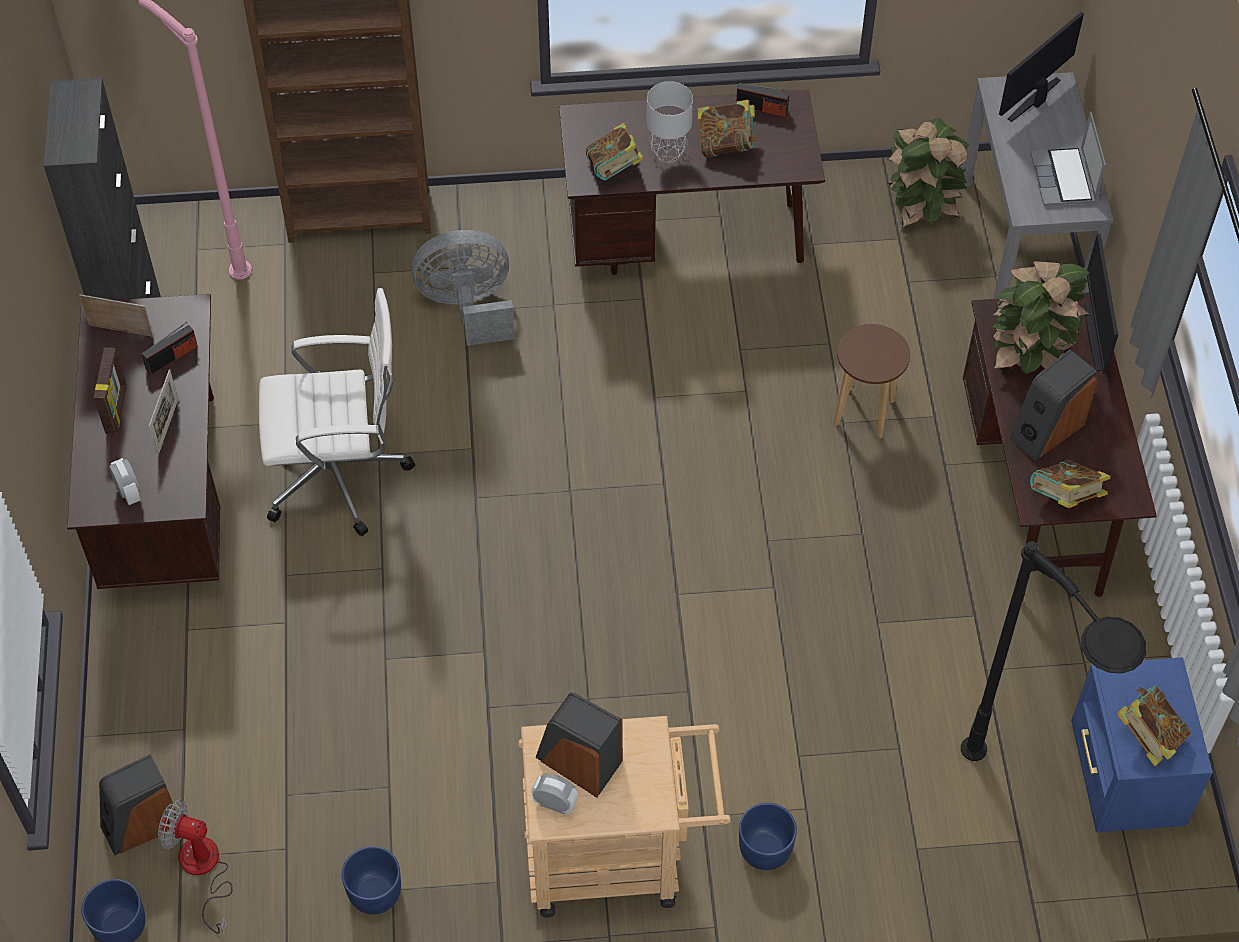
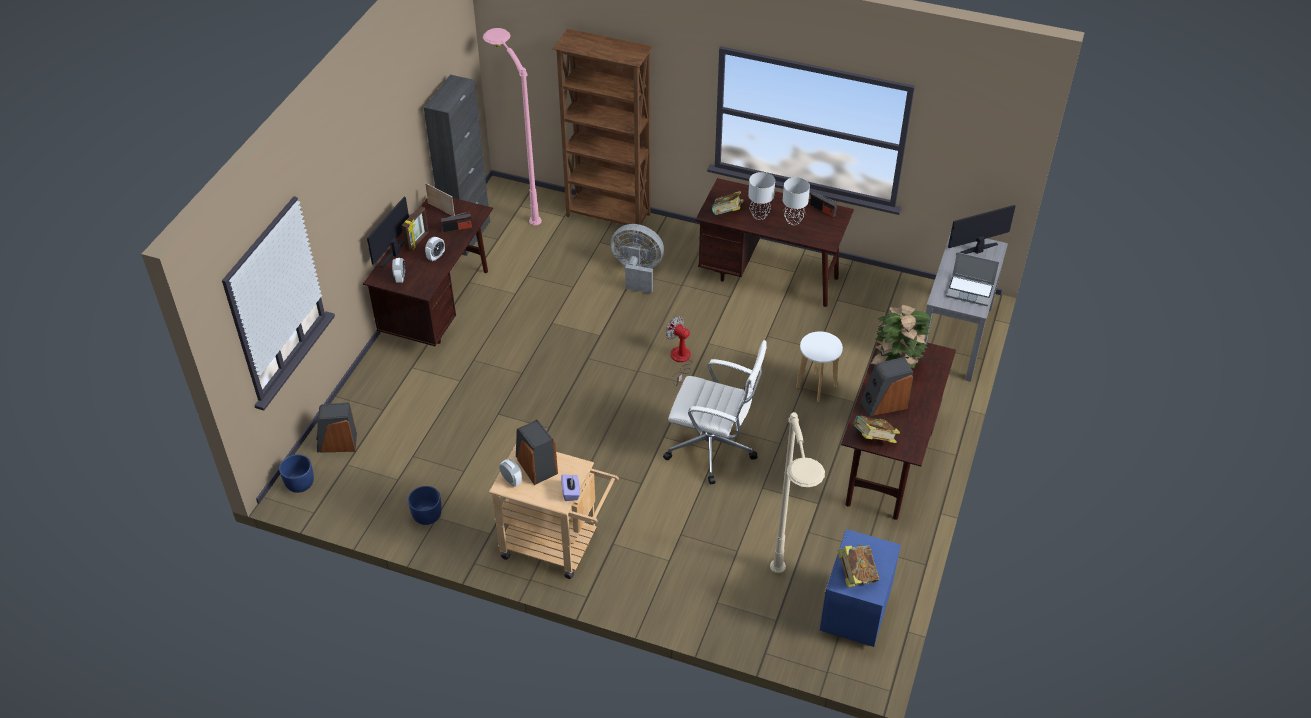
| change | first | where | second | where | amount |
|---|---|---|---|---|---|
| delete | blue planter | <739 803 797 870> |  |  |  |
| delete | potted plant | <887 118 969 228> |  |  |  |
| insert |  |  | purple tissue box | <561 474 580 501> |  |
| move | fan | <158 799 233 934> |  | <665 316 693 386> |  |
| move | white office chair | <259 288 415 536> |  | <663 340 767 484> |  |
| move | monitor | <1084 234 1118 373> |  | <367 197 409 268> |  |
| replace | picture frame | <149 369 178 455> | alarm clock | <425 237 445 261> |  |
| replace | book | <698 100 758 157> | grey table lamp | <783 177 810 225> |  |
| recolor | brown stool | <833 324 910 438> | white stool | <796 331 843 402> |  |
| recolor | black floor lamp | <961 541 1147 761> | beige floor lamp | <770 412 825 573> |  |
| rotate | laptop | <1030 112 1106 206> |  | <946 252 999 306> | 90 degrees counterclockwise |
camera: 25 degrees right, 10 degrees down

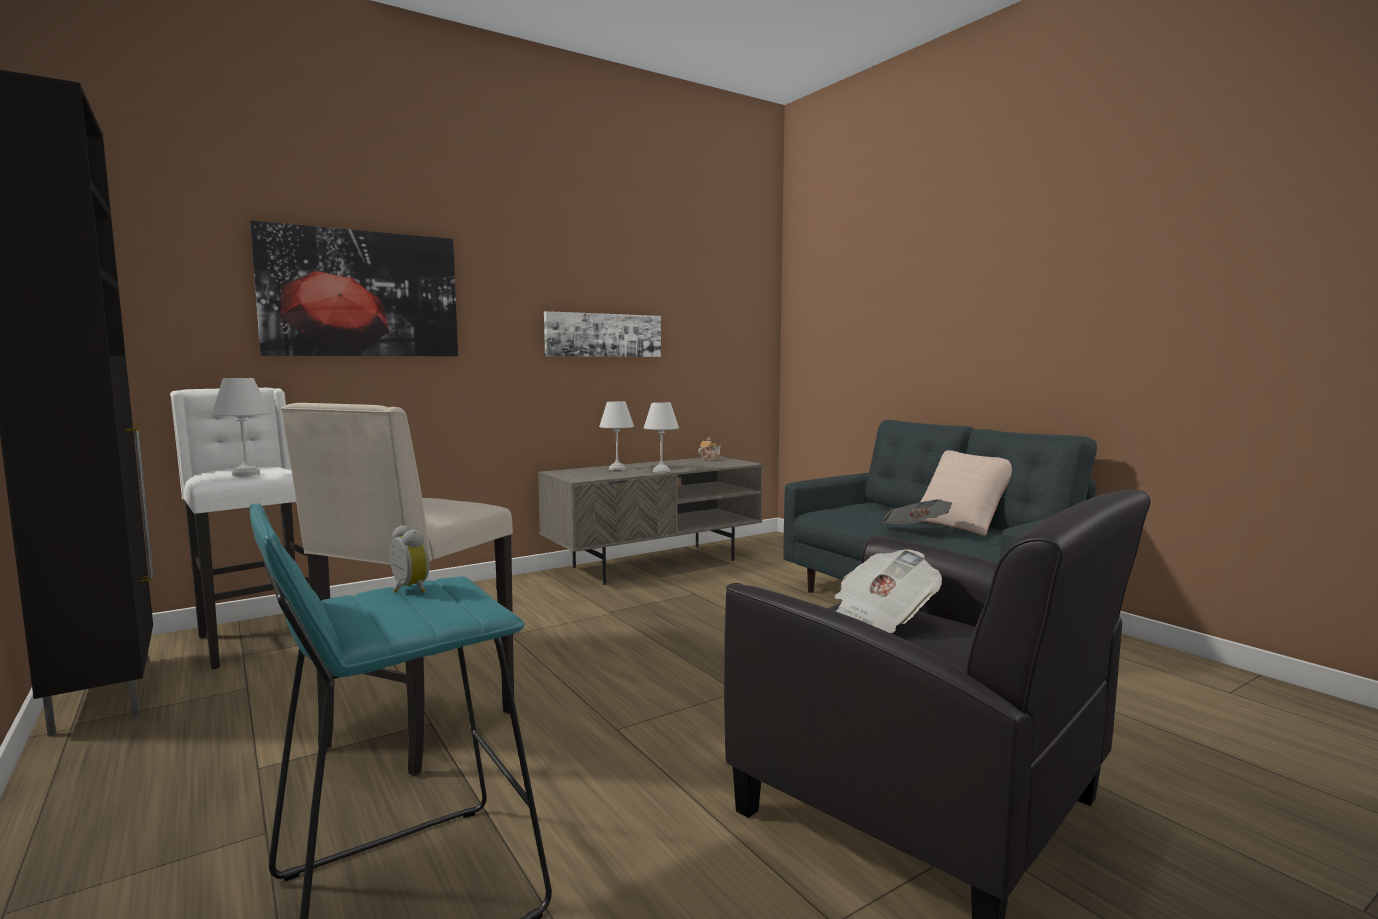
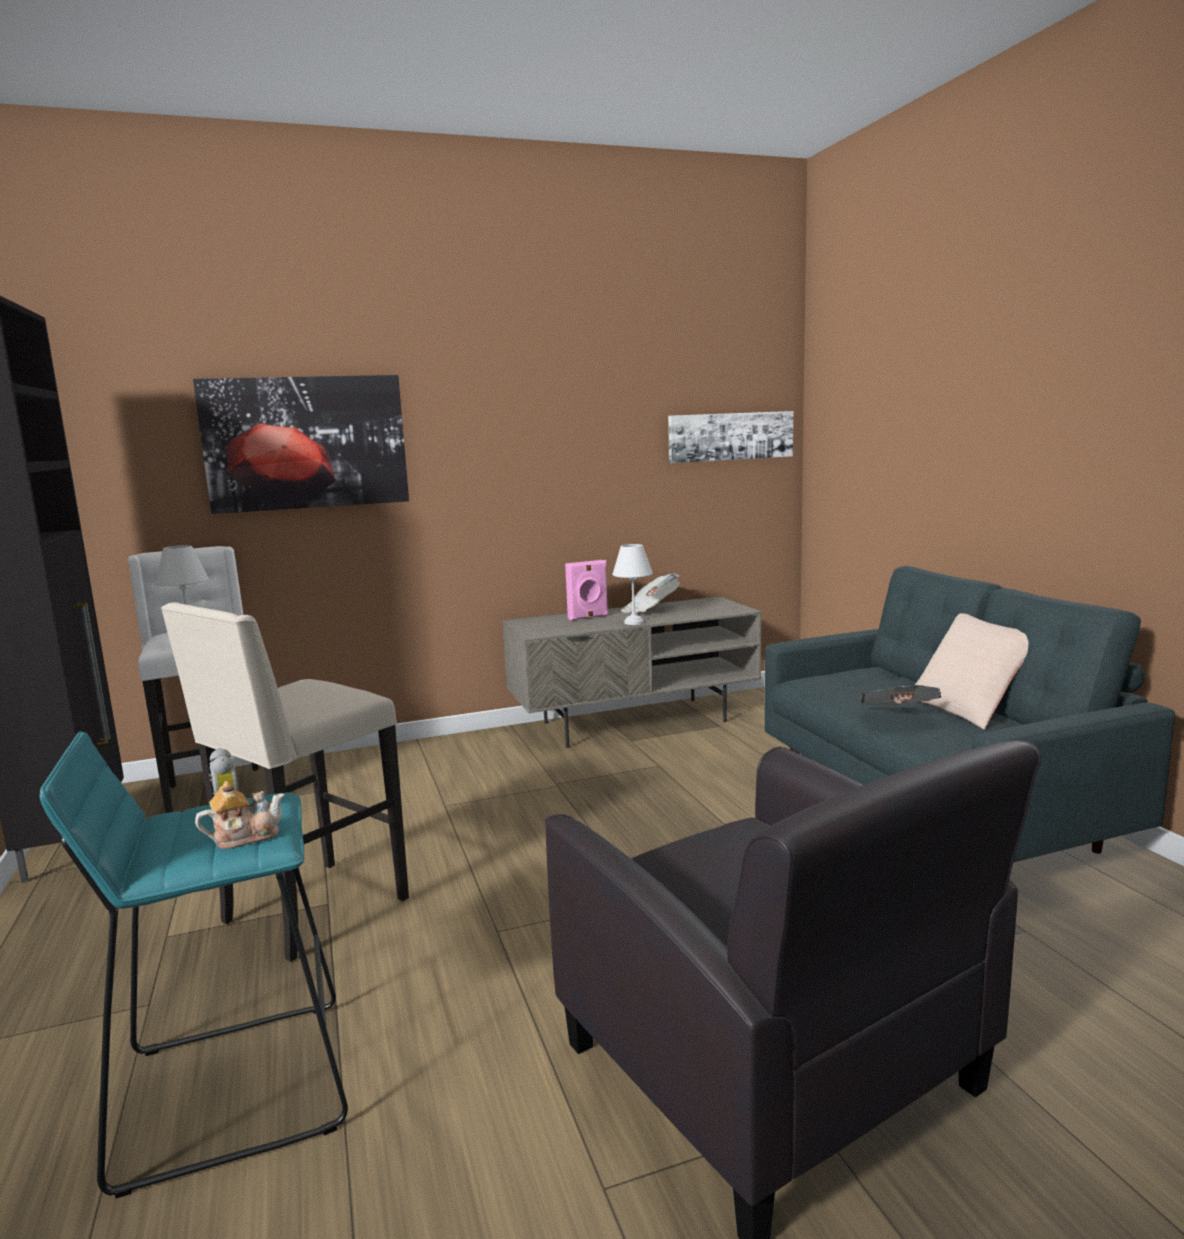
| change | first | where | second | where | amount |
|---|---|---|---|---|---|
| move | picture | <544 311 661 357> |  | <668 411 793 463> |  |
| move | teapot | <698 437 721 461> |  | <195 781 285 849> |  |
| move | newspaper | <834 549 942 633> |  | <621 574 680 613> |  |
| replace | white table lamp | <599 401 634 470> | pink speaker | <565 560 608 621> |  |
camera: 15 degrees right, 5 degrees up

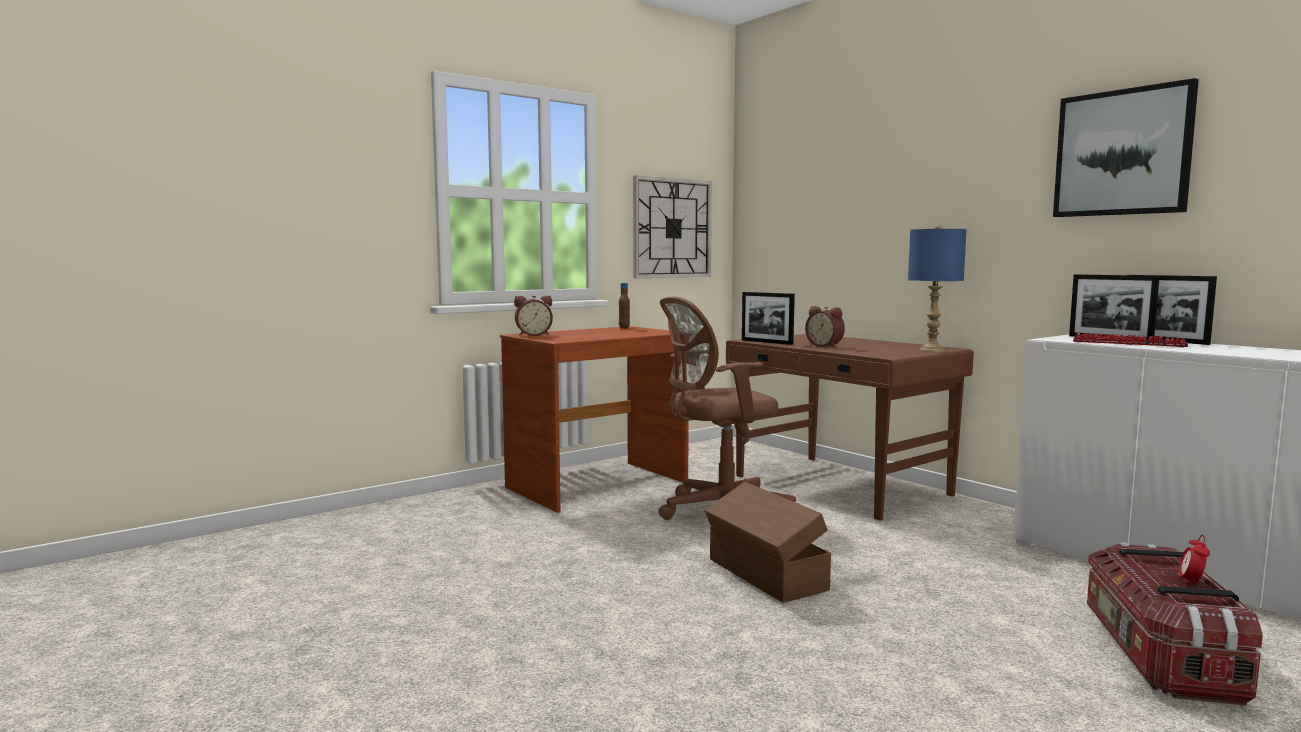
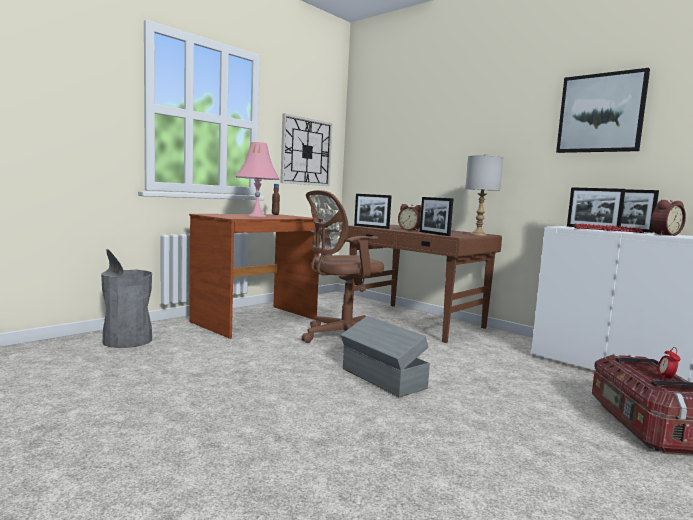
| change | first | where | second | where | amount |
|---|---|---|---|---|---|
| insert |  |  | grey trash can | <101 249 152 348> |  |
| insert |  |  | pink table lamp | <235 142 280 217> |  |
| insert |  |  | picture frame | <420 197 453 236> |  |
| move | alarm clock | <514 295 553 336> |  | <651 200 686 236> |  |
| recolor | brown storage box | <704 482 831 603> | grey storage box | <341 316 430 397> |  |
| recolor | blue table lamp | <908 225 967 352> | grey table lamp | <465 154 503 236> |  |
camera: 10 degrees left, 0 degrees up

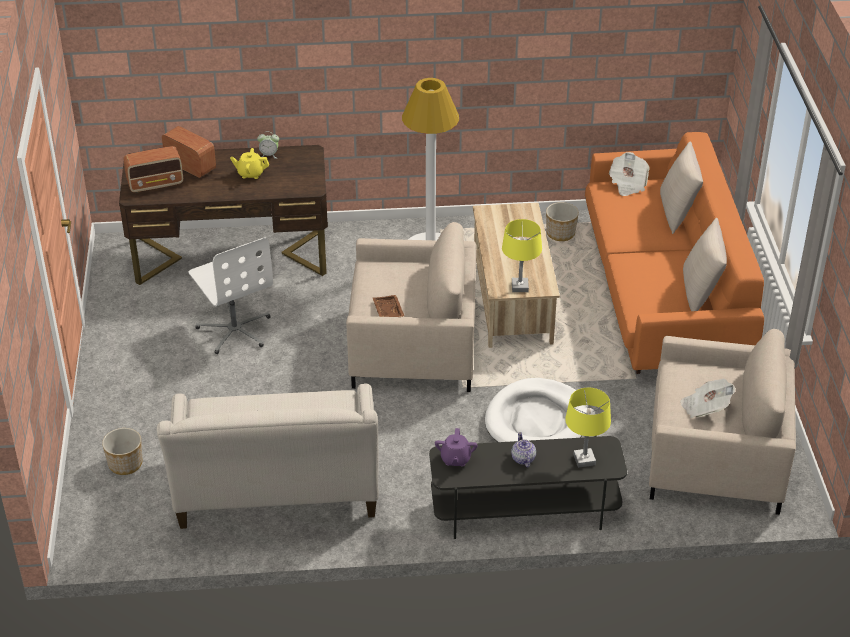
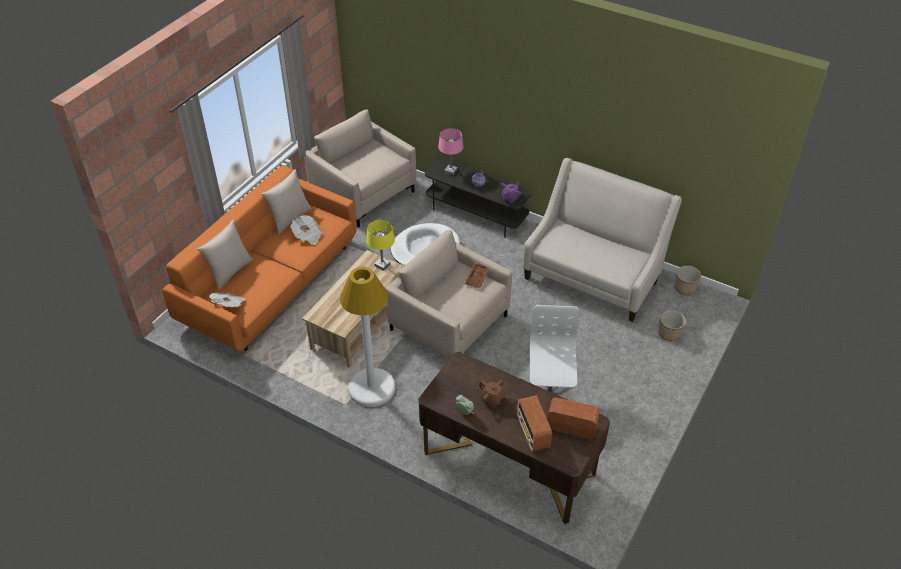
| change | first | where | second | where | amount |
|---|---|---|---|---|---|
| move | planter | <546 202 579 241> |  | <675 266 701 295> |  |
| move | newspaper | <680 379 736 418> |  | <290 215 323 245> |  |
| recolor | yellow teapot | <230 148 269 179> | brown teapot | <479 380 508 407> |  |
| recolor | yellow table lamp | <565 388 611 468> | pink table lamp | <438 128 463 176> |  |
camera: 145 degrees left, 5 degrees up

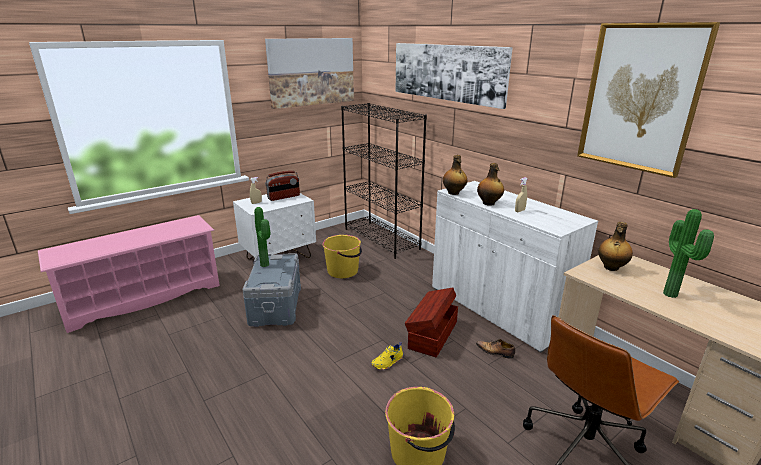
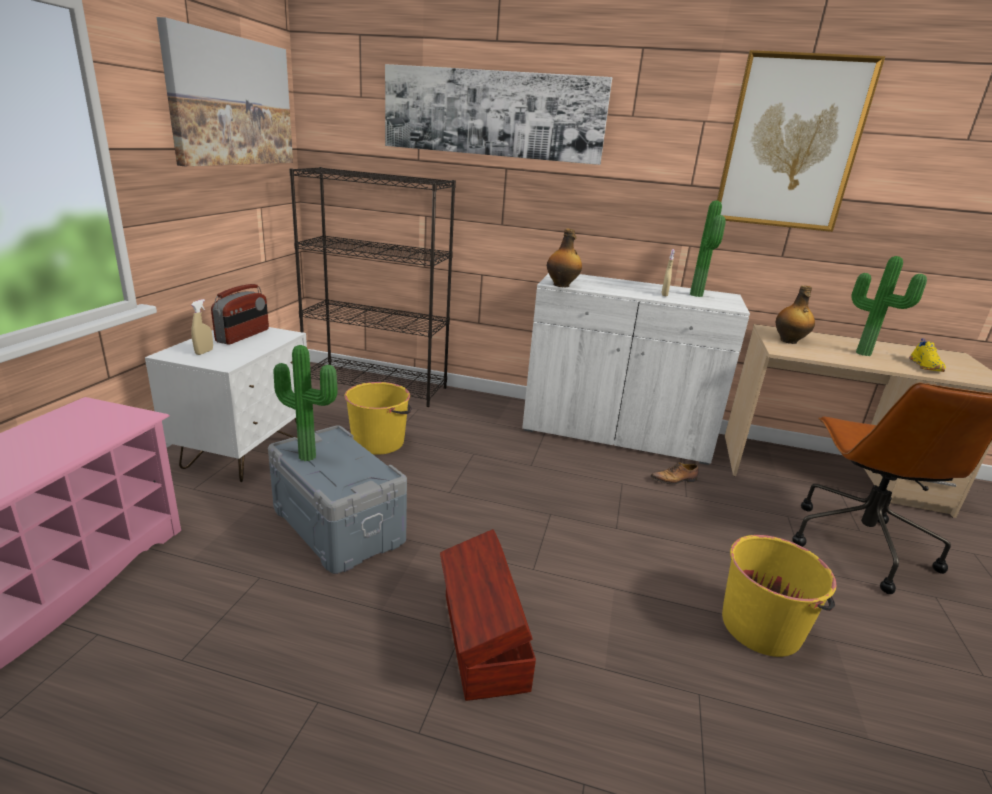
| change | first | where | second | where | amount |
|---|---|---|---|---|---|
| delete | bottle | <477 163 504 206> |  |  |  |
| insert |  |  | potted plant | <690 200 726 297> |  |
| move | yellow shoe | <371 342 403 370> |  | <909 338 946 372> |  |
| move | brown storage box | <405 288 458 358> |  | <440 529 536 701> |  |
camera: 40 degrees left, 0 degrees up

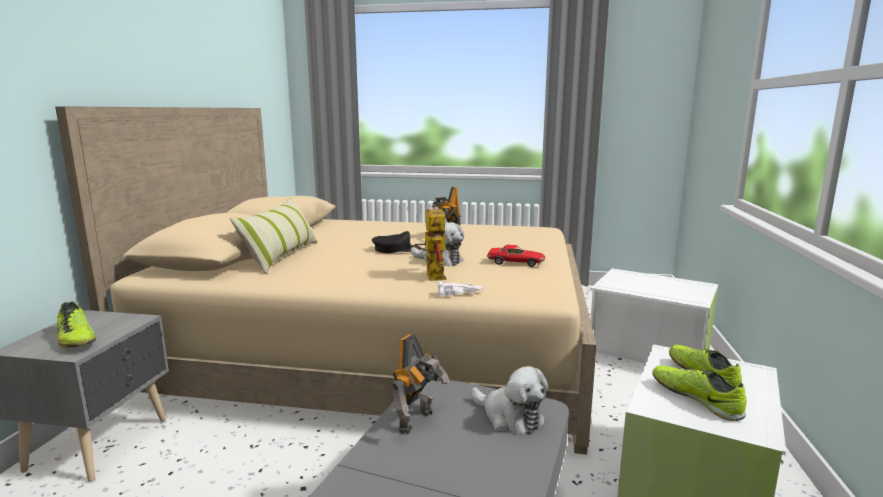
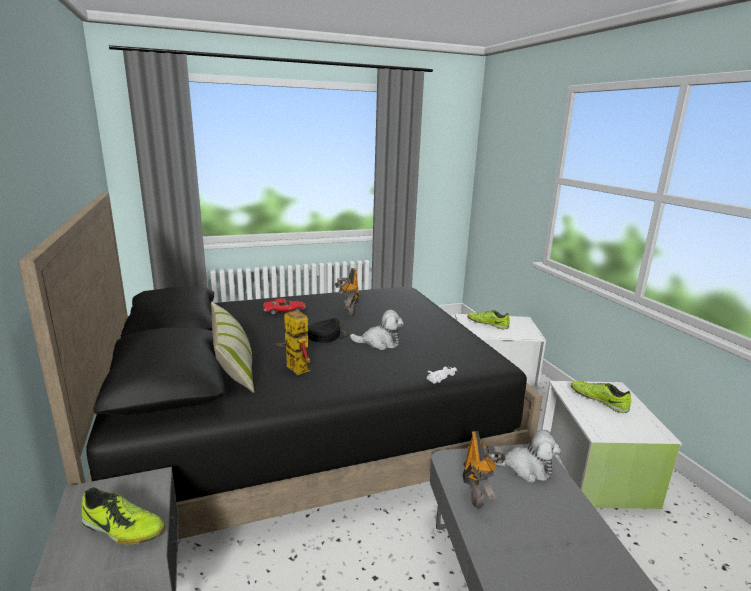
| change | first | where | second | where | amount |
|---|---|---|---|---|---|
| move | toy robot | <414 204 447 281> |  | <273 307 311 375> |  |
| move | toy car | <487 245 546 267> |  | <263 298 306 315> |  |
| move | shoe | <652 366 747 421> |  | <468 310 510 329> |  |
| recolor | beige bed | <55 106 597 454> | black bed | <18 193 543 539> |  |
camera: 30 degrees left, 5 degrees up

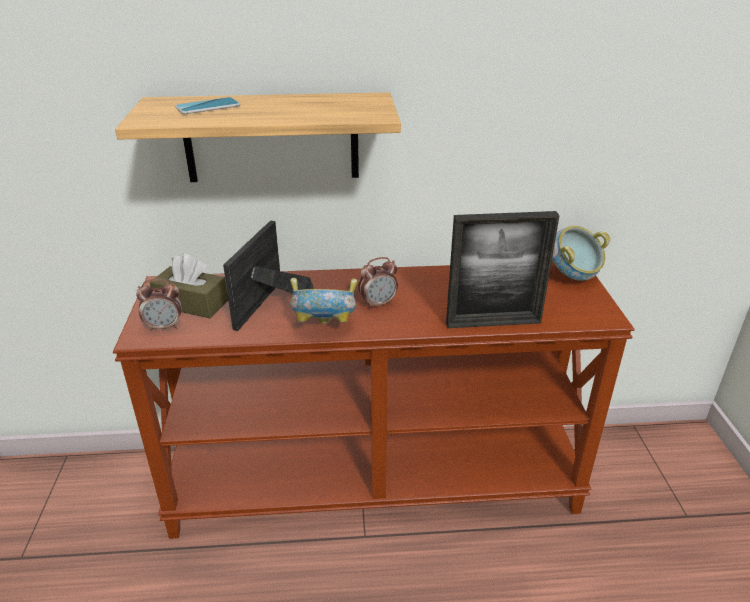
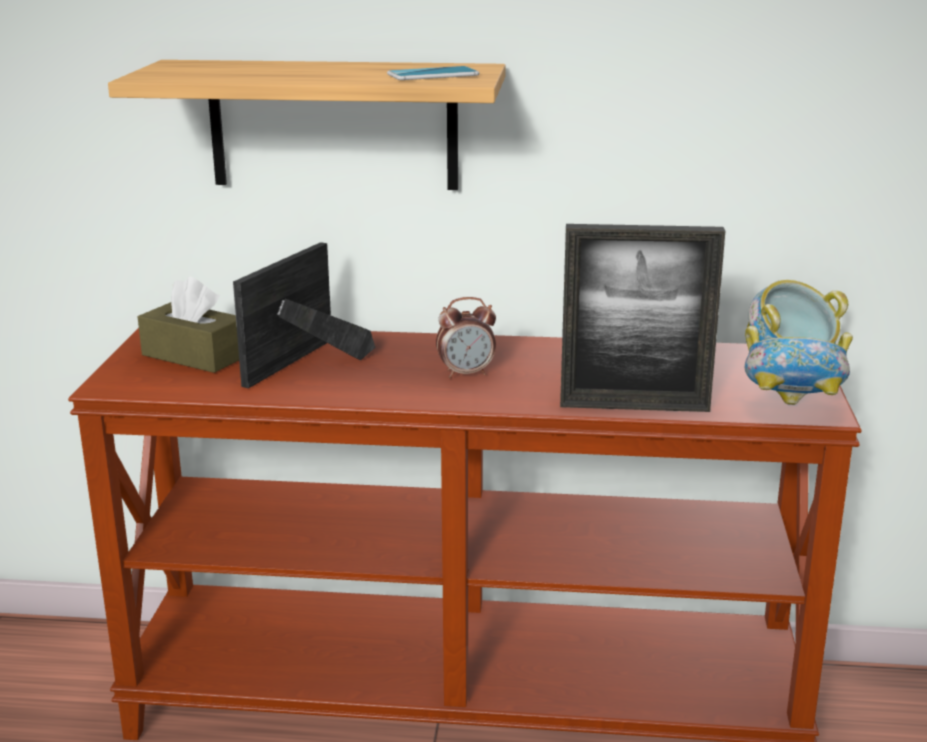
| change | first | where | second | where | amount |
|---|---|---|---|---|---|
| delete | alarm clock | <136 279 182 332> |  |  |  |
| move | phone | <175 97 240 114> |  | <387 66 479 80> |  |
| move | bowl | <290 278 358 324> |  | <745 326 853 405> |  |
camera: 10 degrees right, 10 degrees down

